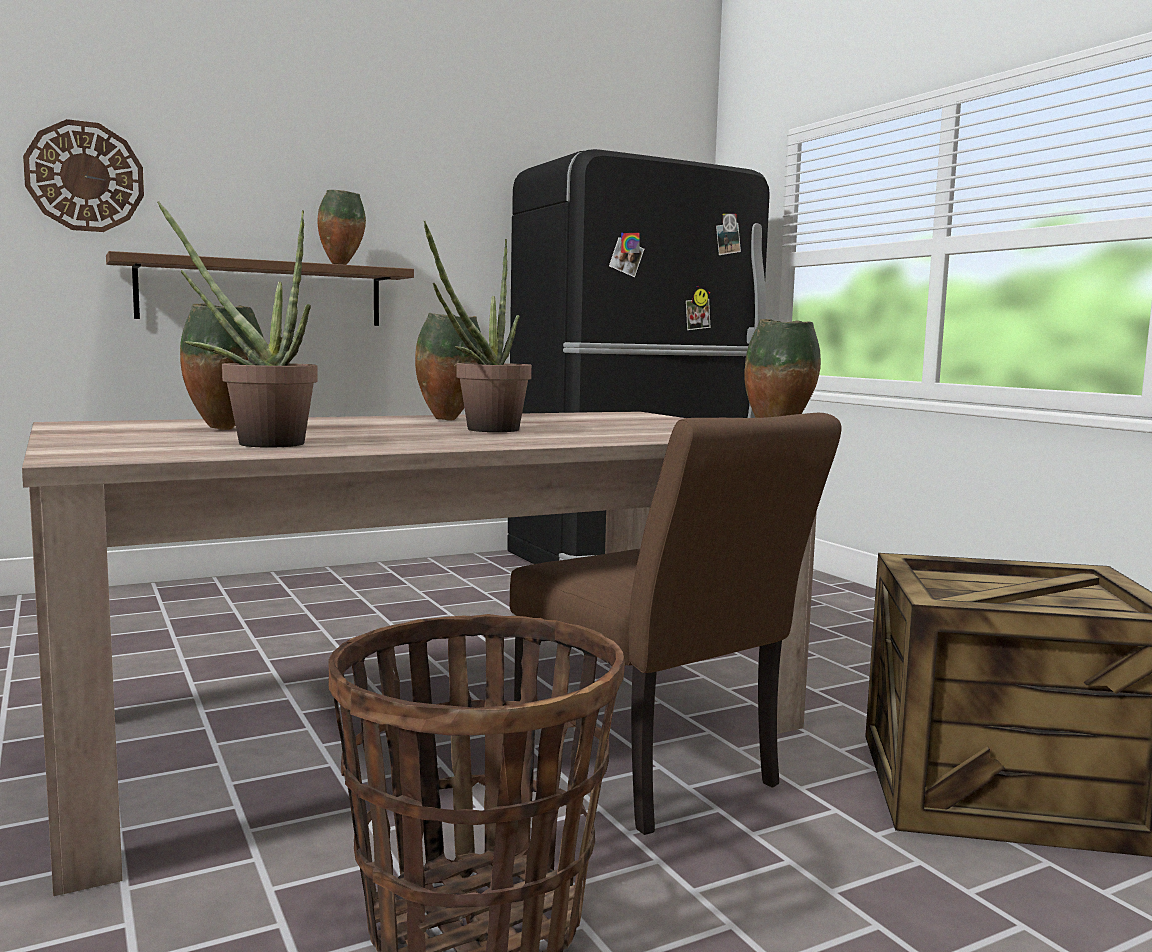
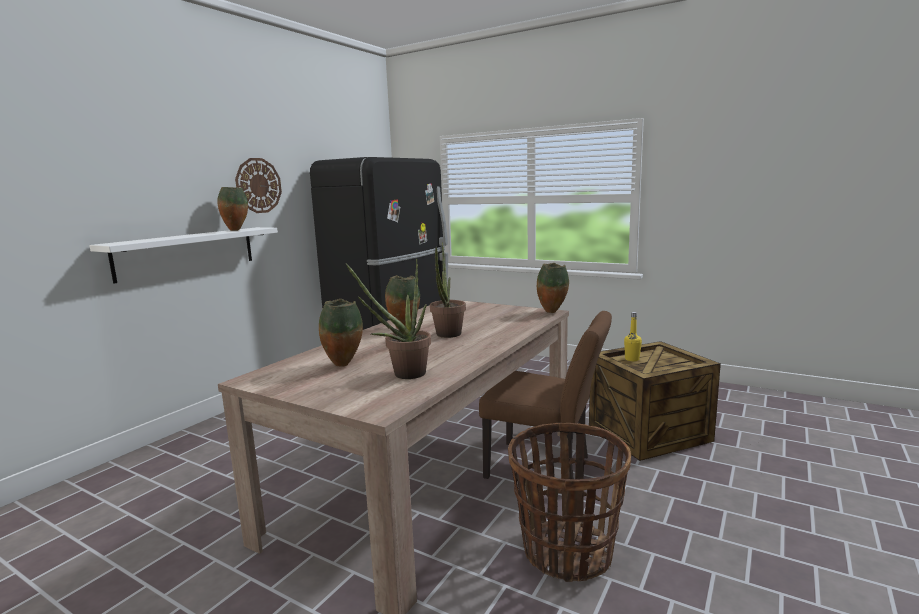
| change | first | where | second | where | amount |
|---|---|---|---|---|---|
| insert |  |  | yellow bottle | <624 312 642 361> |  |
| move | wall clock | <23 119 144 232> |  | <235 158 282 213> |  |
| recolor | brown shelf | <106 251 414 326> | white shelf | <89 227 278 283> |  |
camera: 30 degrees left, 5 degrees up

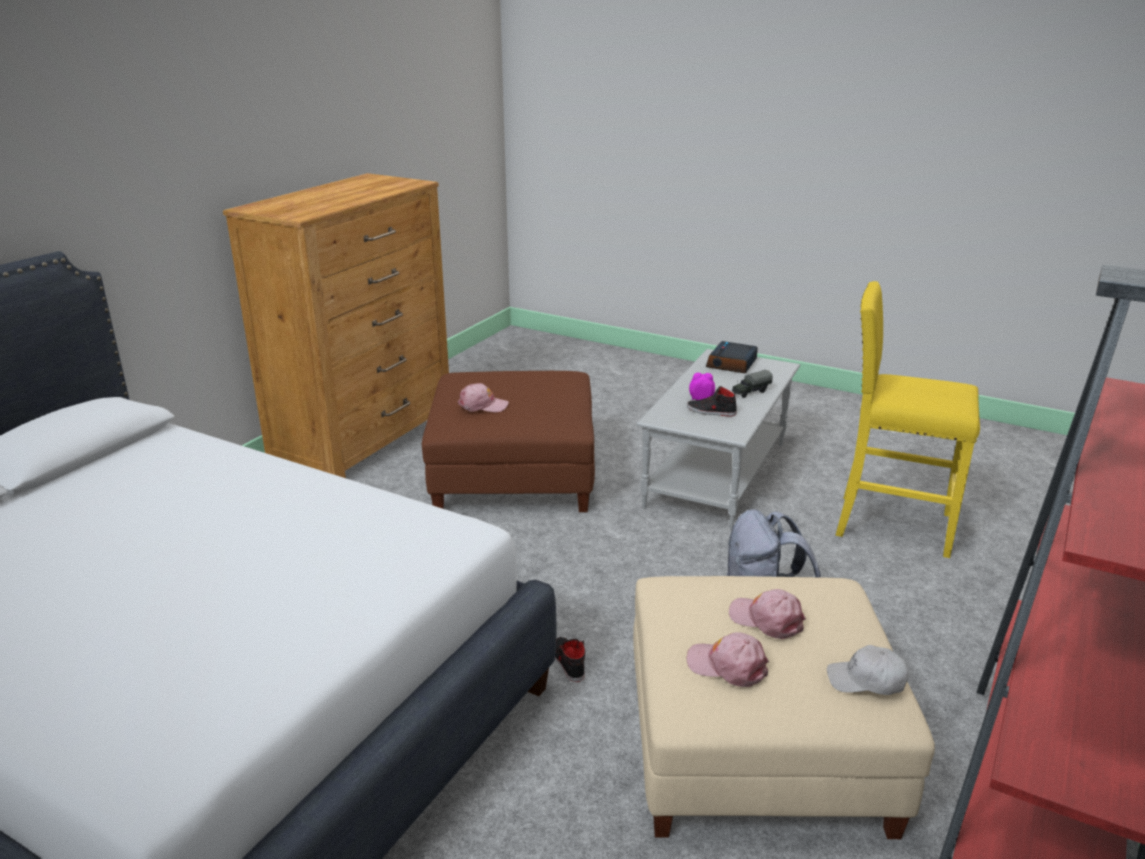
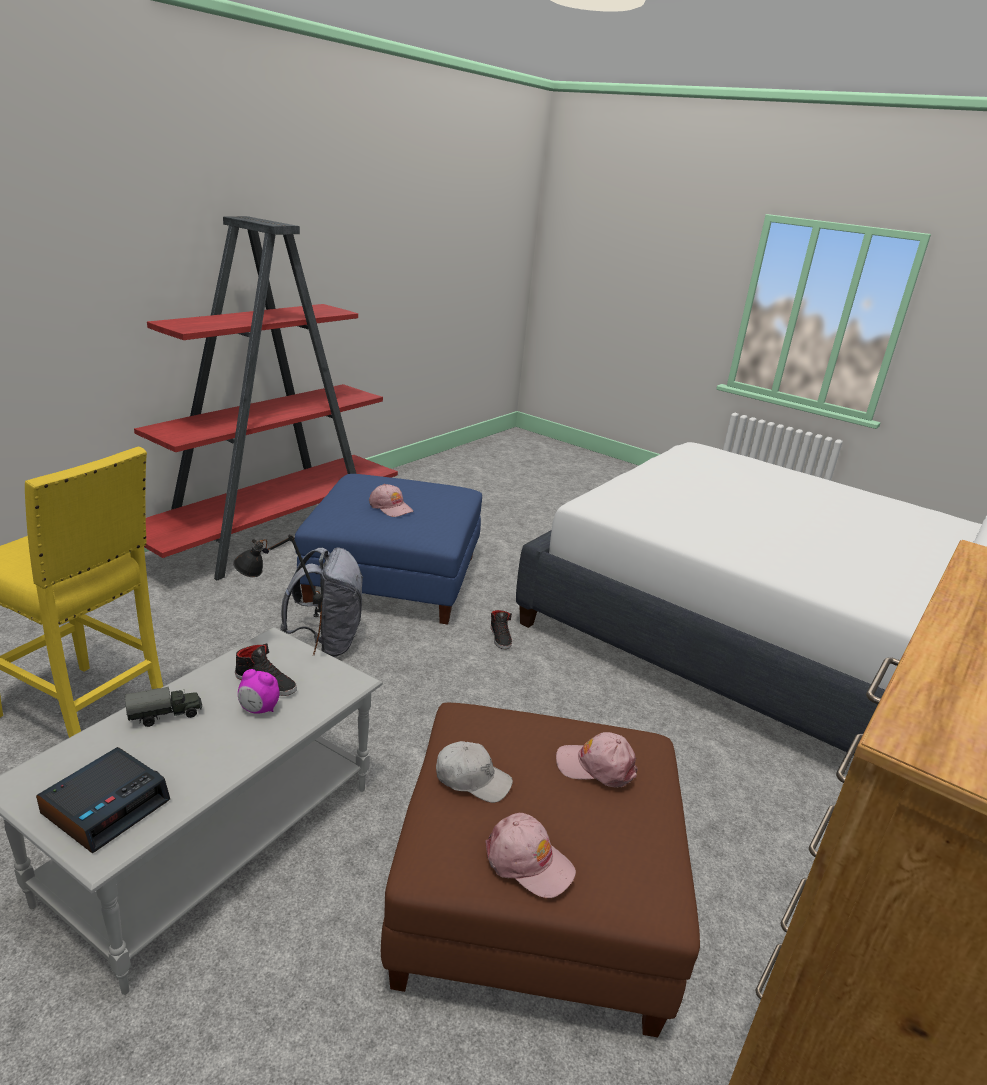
| change | first | where | second | where | amount |
|---|---|---|---|---|---|
| insert |  |  | black table lamp | <233 535 322 655> |  |
| move | pink cap | <687 632 769 687> |  | <485 813 576 898> |  |
| move | white cap | <827 645 909 695> |  | <436 741 513 803> |  |
| recolor | beige ottoman | <633 576 935 839> | blue ottoman | <295 474 482 625> |  |
camera: 175 degrees left, 0 degrees up

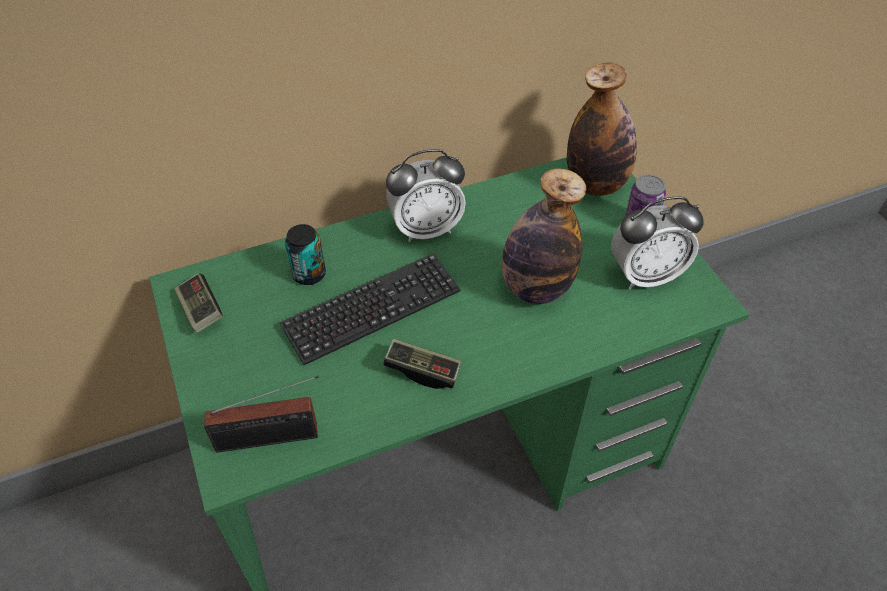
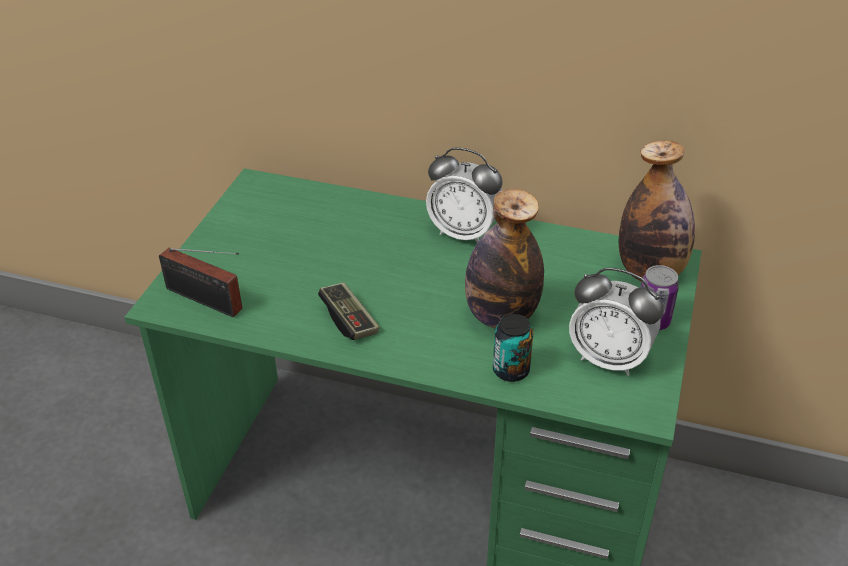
| change | first | where | second | where | amount |
|---|---|---|---|---|---|
| delete | game controller | <174 273 223 333> |  |  |  |
| delete | keyboard | <280 253 460 365> |  |  |  |
| move | can | <285 224 326 285> |  | <493 314 533 382> |  |
camera: 40 degrees right, 10 degrees down

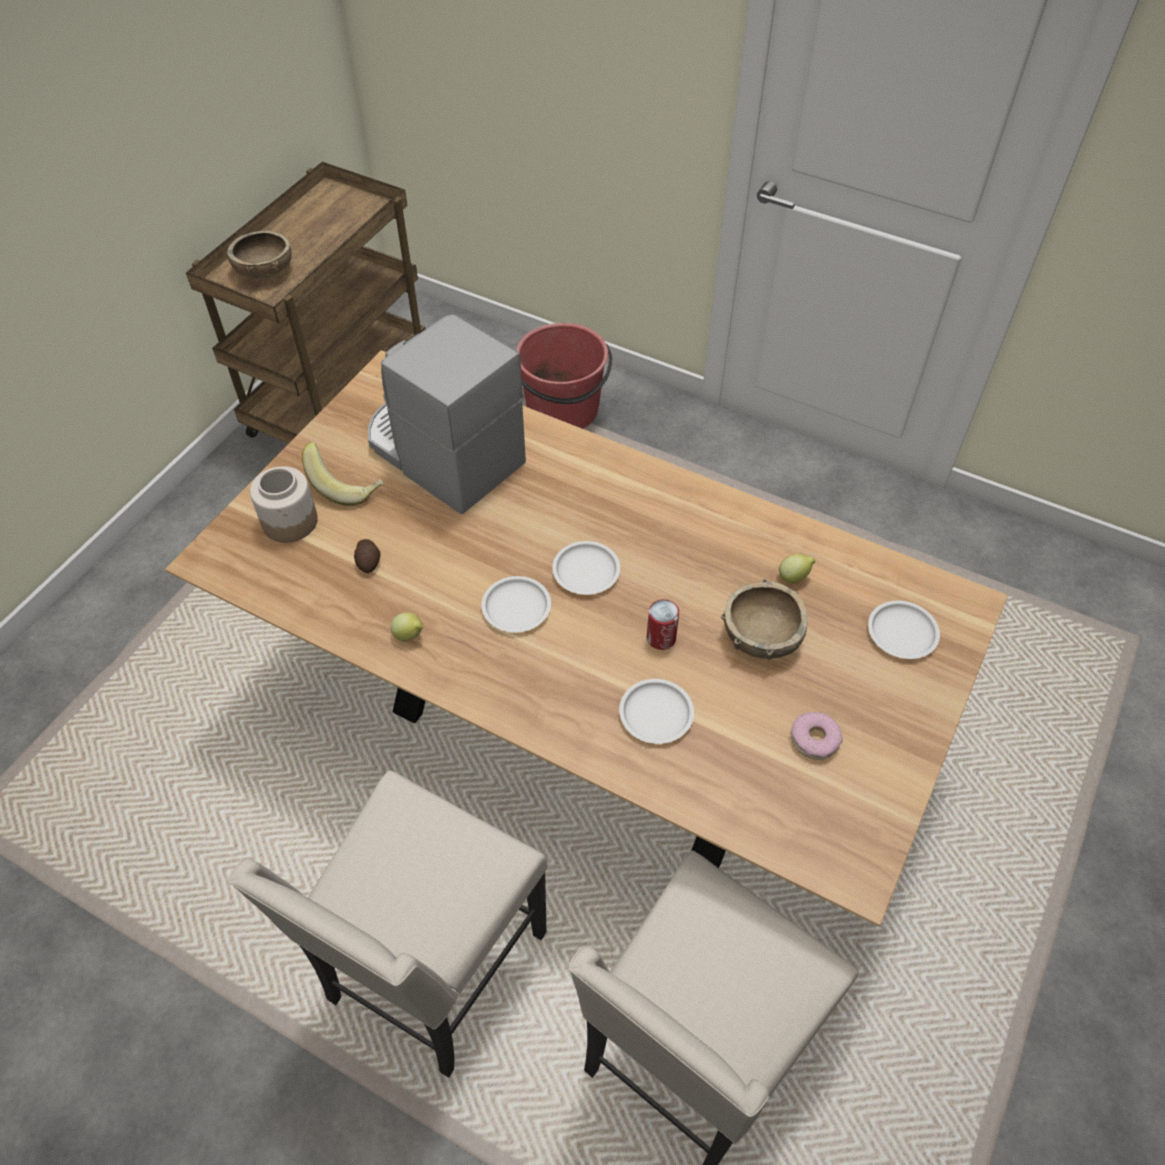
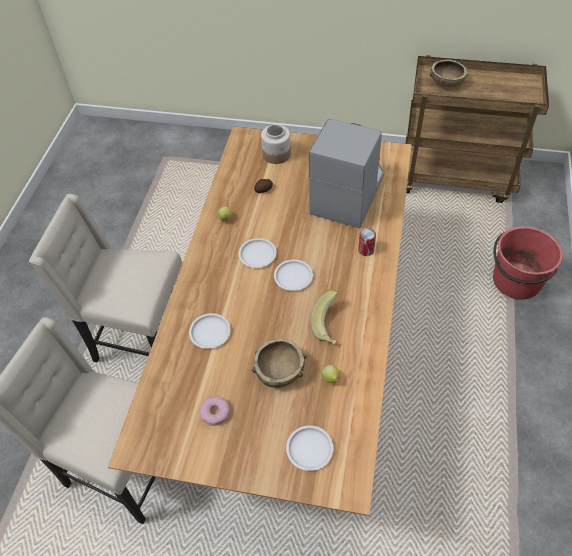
| change | first | where | second | where | amount |
|---|---|---|---|---|---|
| move | banana | <302 442 384 506> |  | <311 290 338 345> |  |
| move | can | <647 599 679 650> |  | <358 228 376 256> |  |
camera: 75 degrees right, 0 degrees up

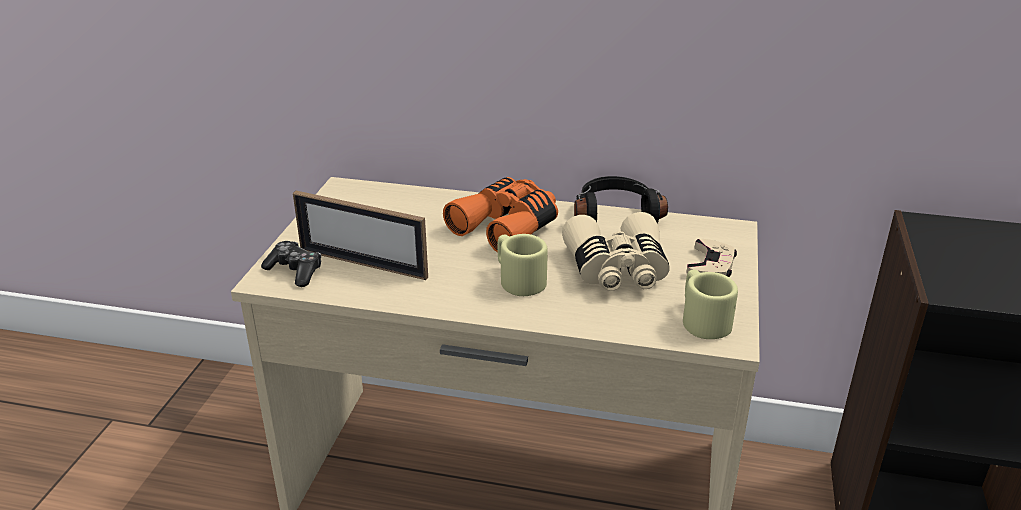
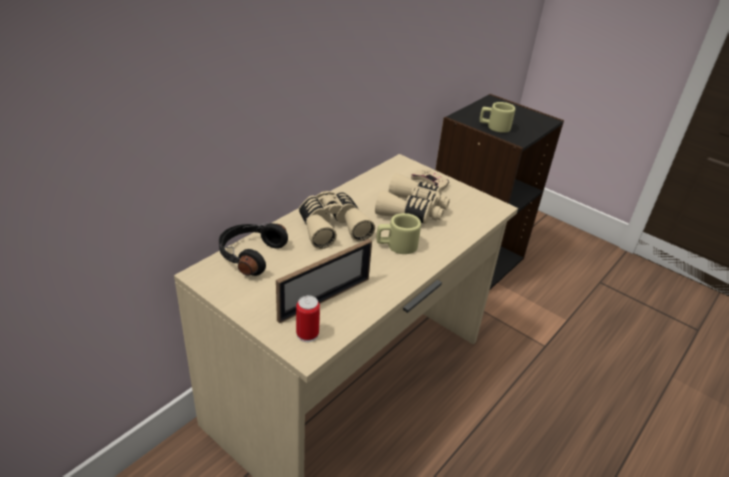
| change | first | where | second | where | amount |
|---|---|---|---|---|---|
| move | black headphones | <574 176 668 223> |  | <219 223 288 276> |  |
| move | beige mug | <683 269 738 339> |  | <480 102 515 133> |  |
| replace | game controller | <261 241 321 287> | can | <296 295 320 342> |  |
| recolor | orange binoculars | <443 177 558 253> | beige binoculars | <299 191 375 249> |  |
camera: 65 degrees left, 5 degrees up

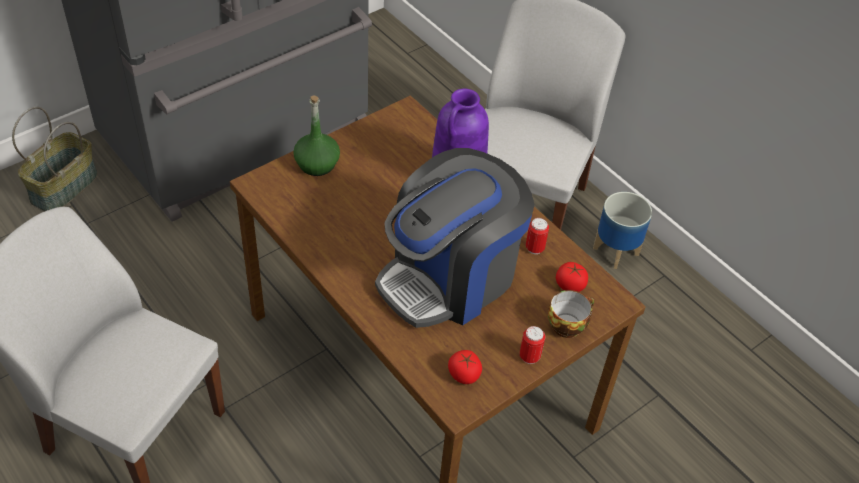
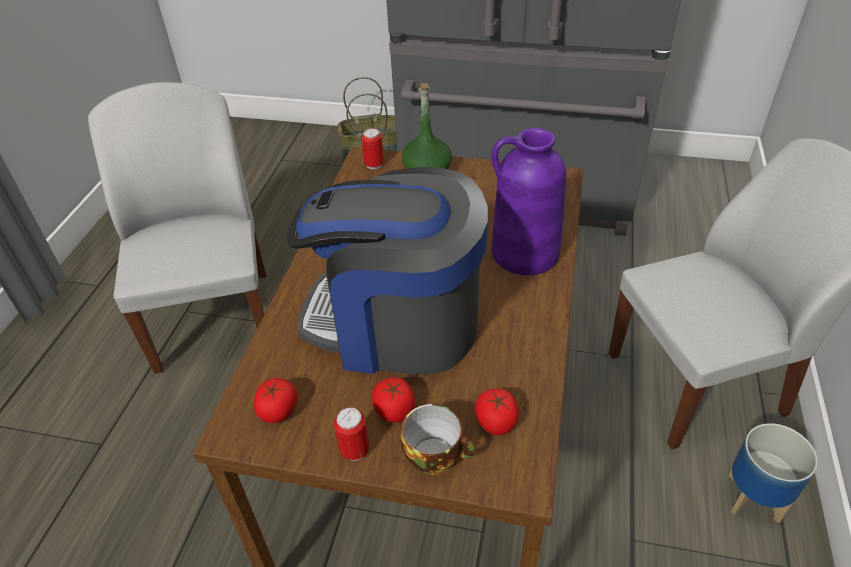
| change | first | where | second | where | amount |
|---|---|---|---|---|---|
| insert |  |  | tomato | <372 377 415 423> |  |
| move | can | <526 218 549 254> |  | <361 128 384 169> |  |
camera: 55 degrees right, 5 degrees down

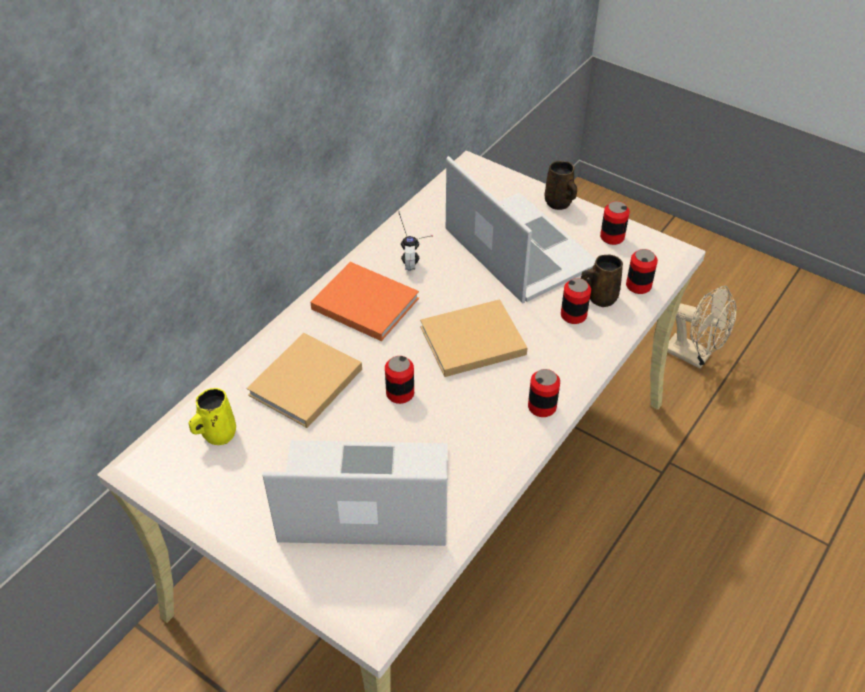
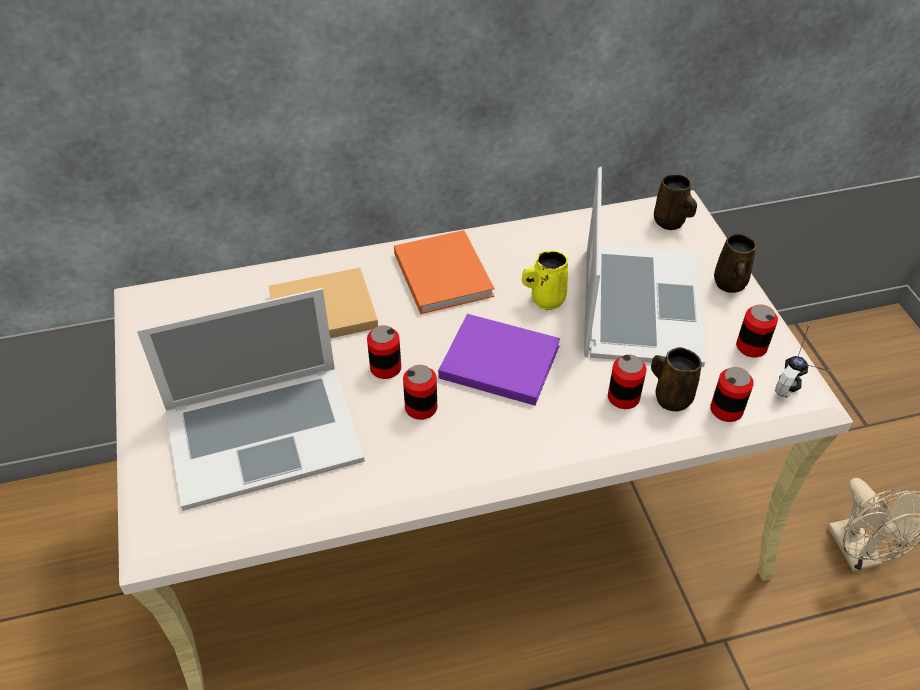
| change | first | where | second | where | amount |
|---|---|---|---|---|---|
| insert |  |  | brown mug | <654 174 697 230> |  |
| move | yellow mug | <189 388 236 445> |  | <522 250 568 310> |  |
| move | headphones | <398 211 433 271> |  | <775 323 830 398> |  |
| move | can | <528 369 560 417> |  | <403 365 437 420> |  |
| recolor | beige book | <420 299 527 377> | purple book | <438 314 560 406> |  |
| rotate | laptop | <262 440 448 546> |  | <137 288 365 511> | 120 degrees clockwise |
camera: 40 degrees right, 0 degrees up

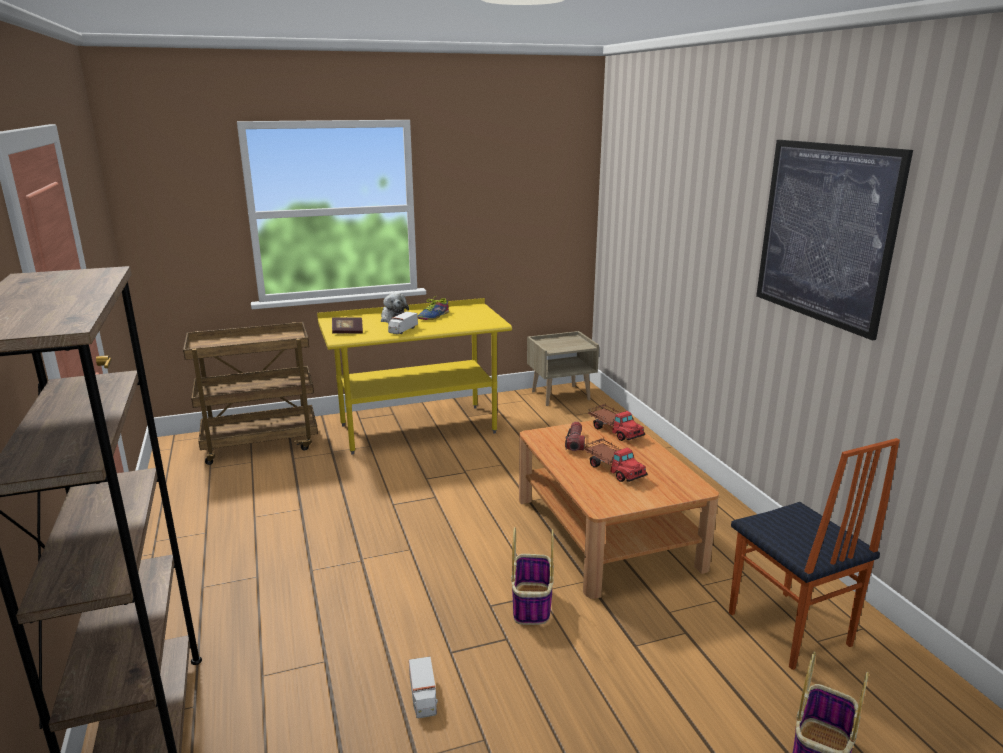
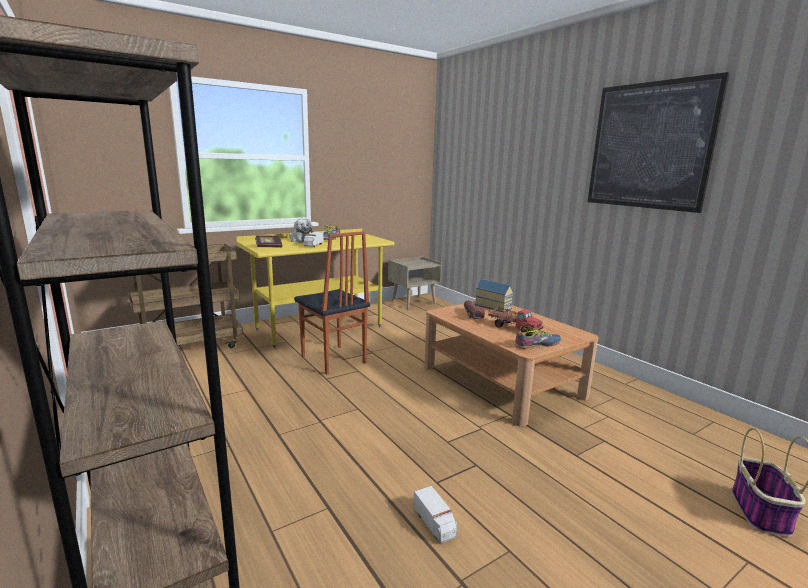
| change | first | where | second | where | amount |
|---|---|---|---|---|---|
| delete | basket | <511 527 554 625> |  |  |  |
| insert |  |  | shoe | <515 326 562 349> |  |
| move | chair | <729 438 900 670> |  | <294 231 370 375> |  |
| replace | toy truck | <588 404 645 441> | toy house | <475 279 513 312> |  |
camera: 15 degrees left, 5 degrees down

